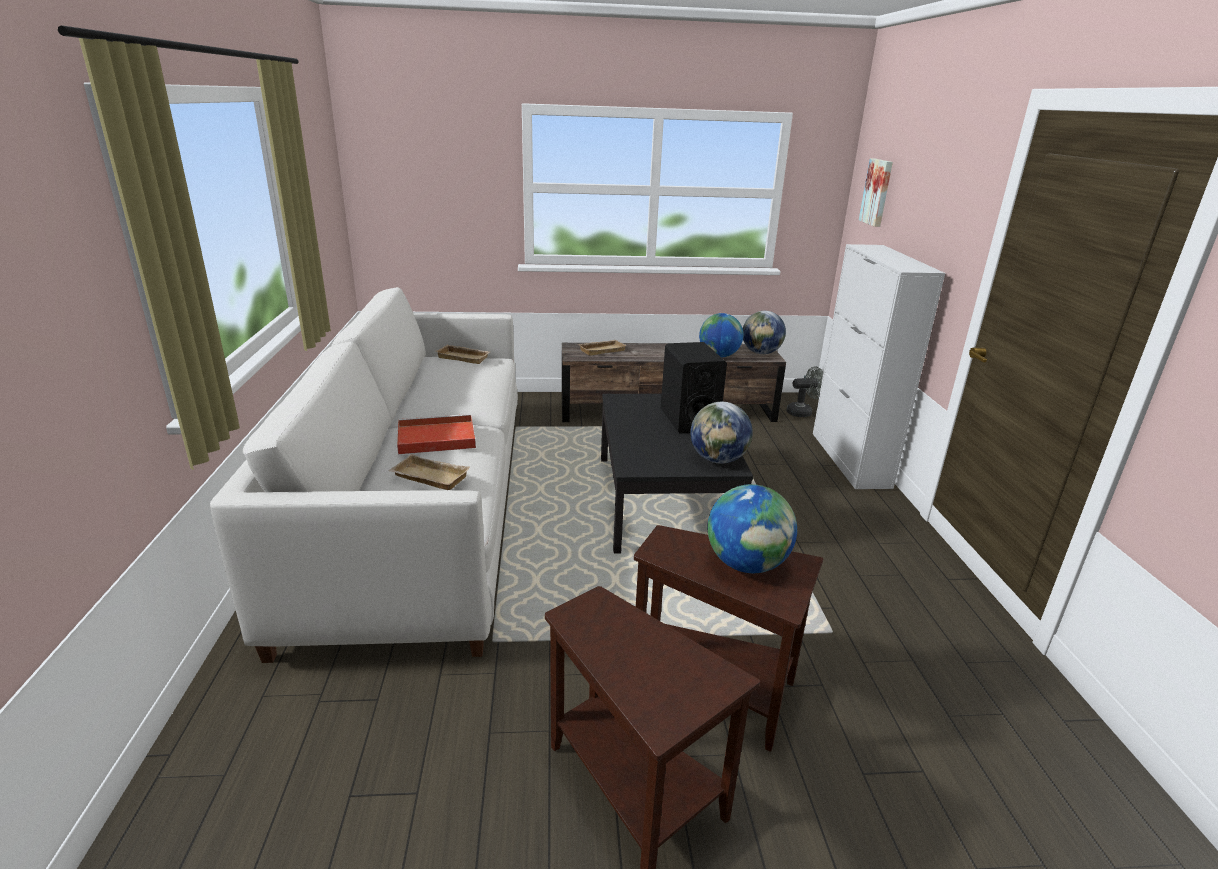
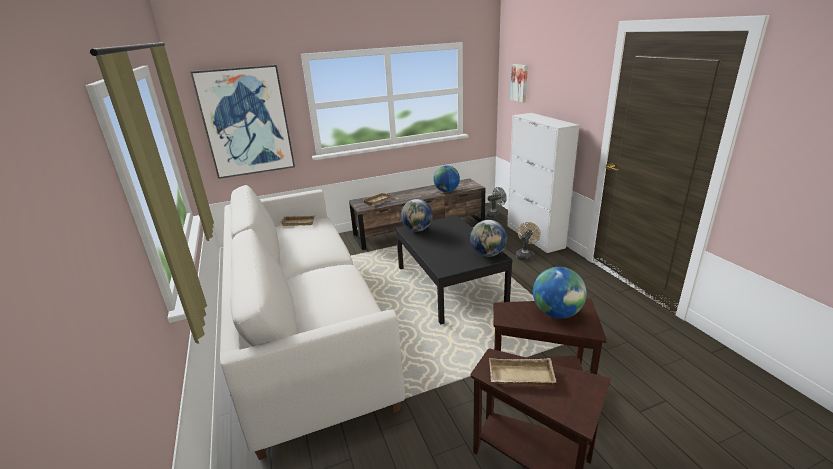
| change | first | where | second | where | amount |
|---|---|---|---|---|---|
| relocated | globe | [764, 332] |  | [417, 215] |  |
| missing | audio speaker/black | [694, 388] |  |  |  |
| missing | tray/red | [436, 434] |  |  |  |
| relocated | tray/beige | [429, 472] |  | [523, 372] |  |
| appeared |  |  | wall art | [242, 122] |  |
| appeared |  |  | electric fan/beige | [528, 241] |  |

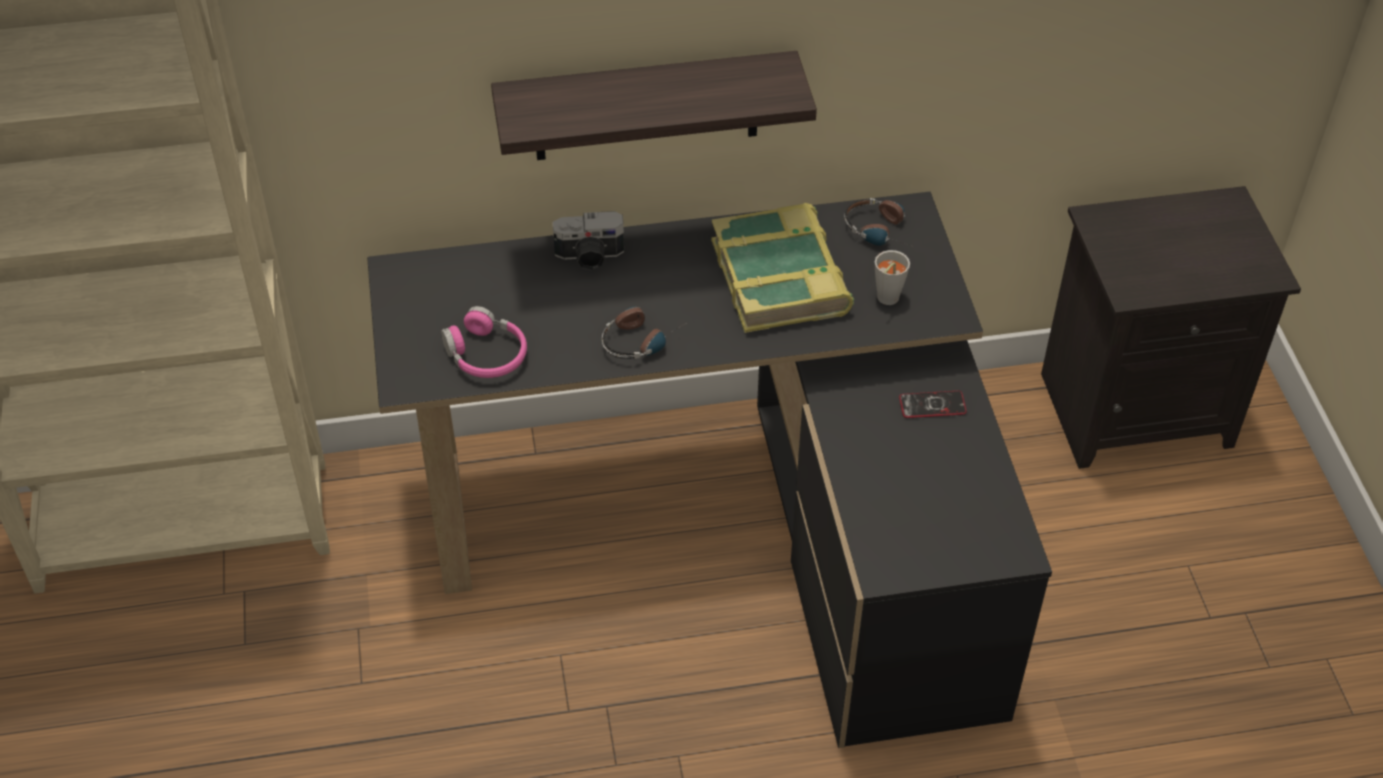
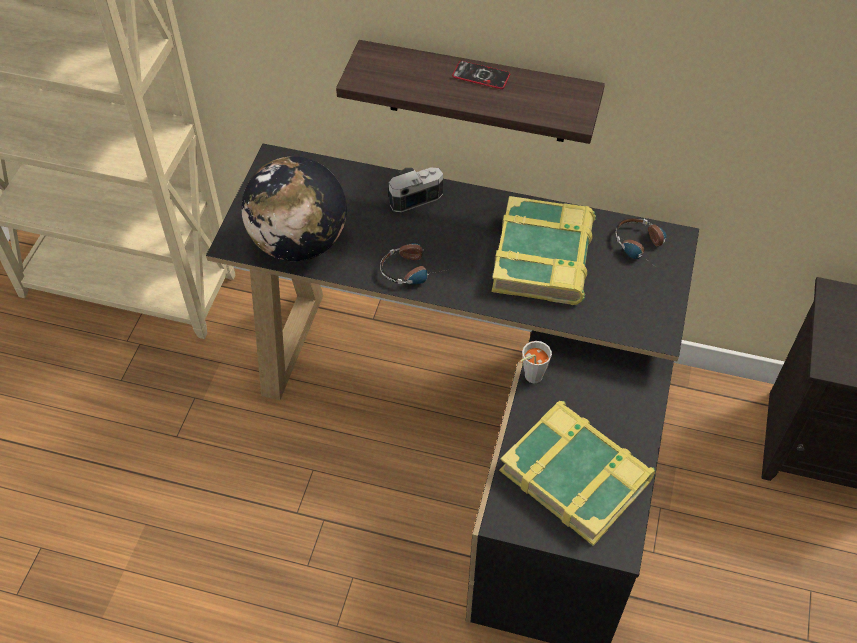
| change | first | where | second | where | amount |
|---|---|---|---|---|---|
| spun | still camera | [588, 241] |  | [416, 189] | 135 degrees clockwise |
| relocated | small cup/gray | [892, 277] |  | [536, 362] |  |
| exchanged | headphones/pink | [484, 342] | globe | [294, 208] |  |
| relocated | handset | [933, 404] |  | [481, 75] |  |
| appeared |  |  | book | [577, 473] |  |

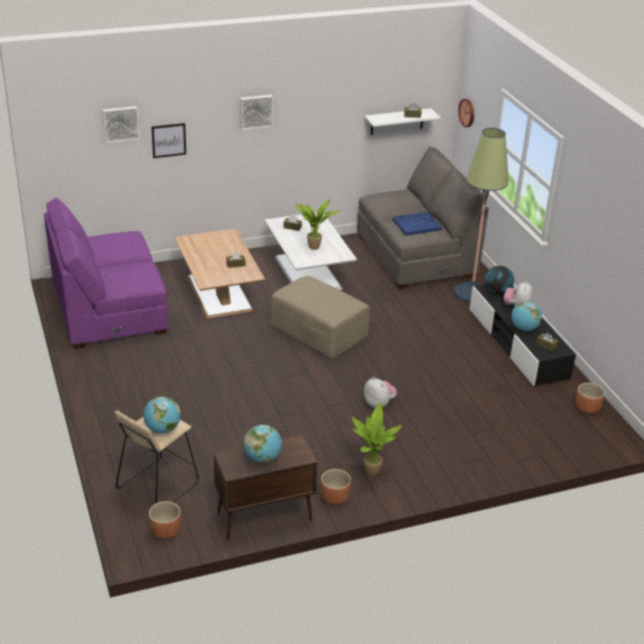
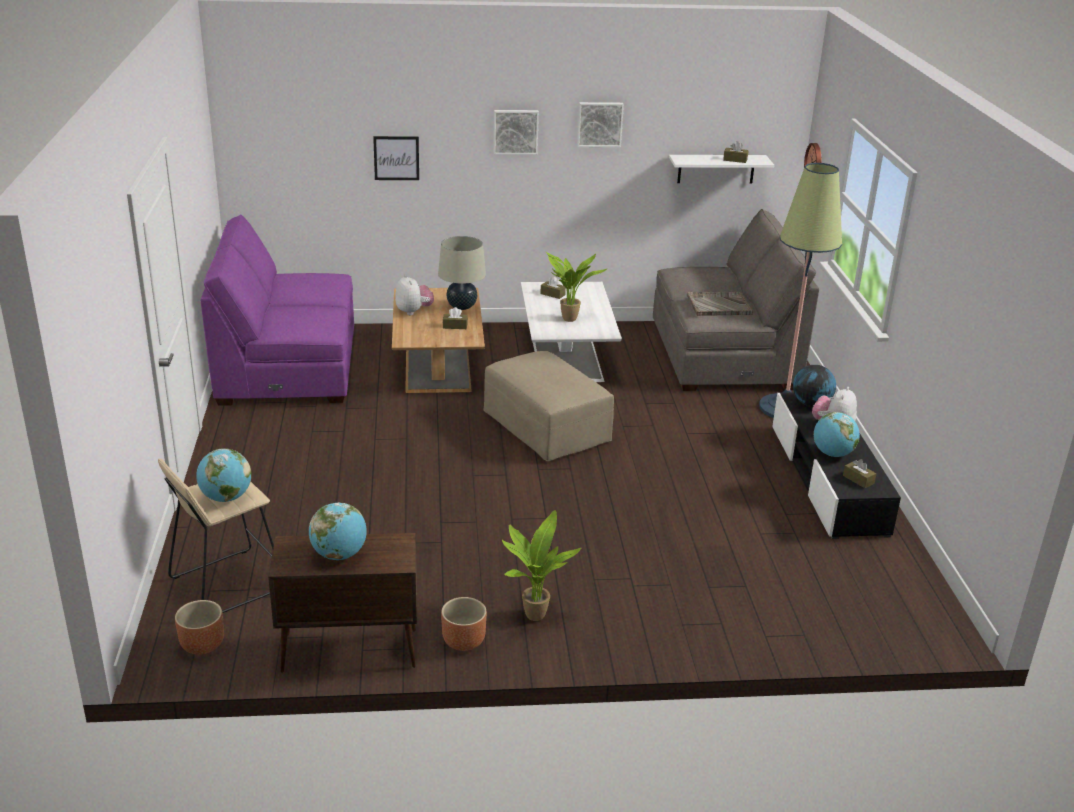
| change | first | where | second | where | amount |
|---|---|---|---|---|---|
| relocated | wall art | [121, 124] |  | [600, 124] |  |
| colour | tray/bluish | [417, 224] | tray/gray | [720, 304] |  |
| relocated | plush toy | [380, 392] |  | [414, 294] |  |
| missing | planter/brownish | [590, 398] |  |  |  |
| appeared |  |  | lamp for a table/beige | [462, 273] |  |

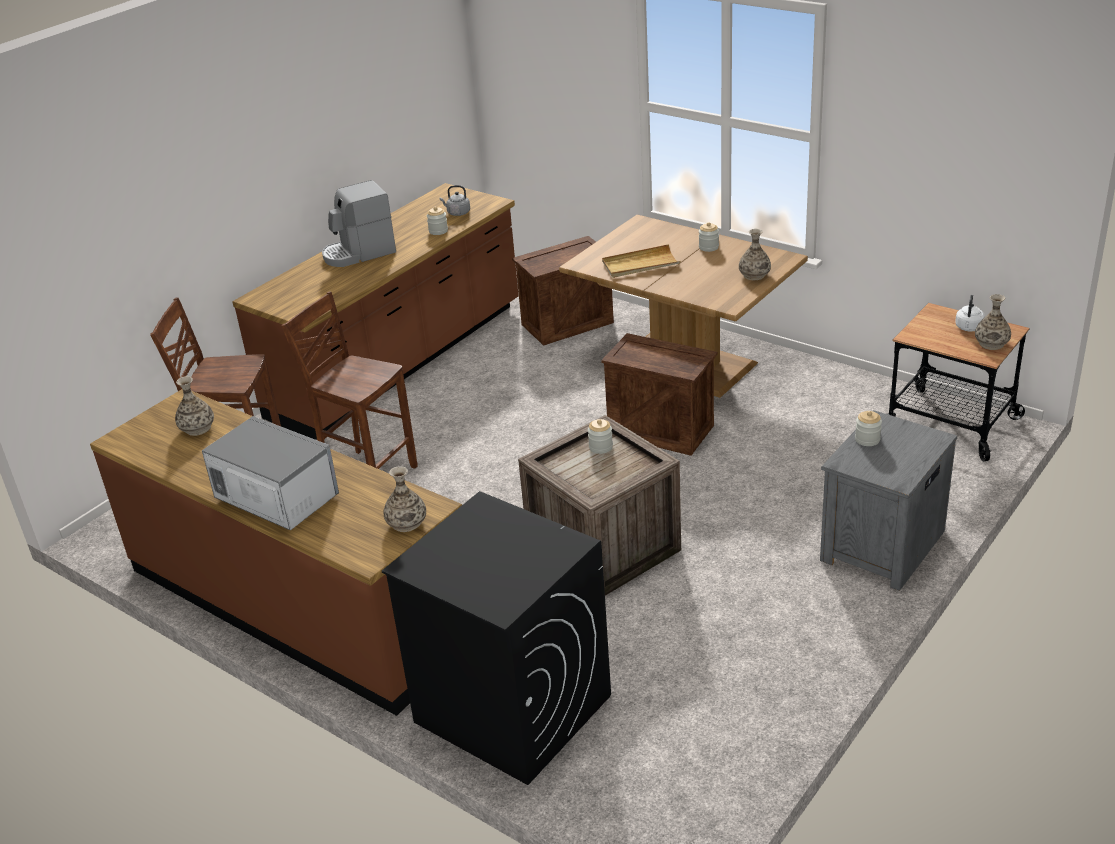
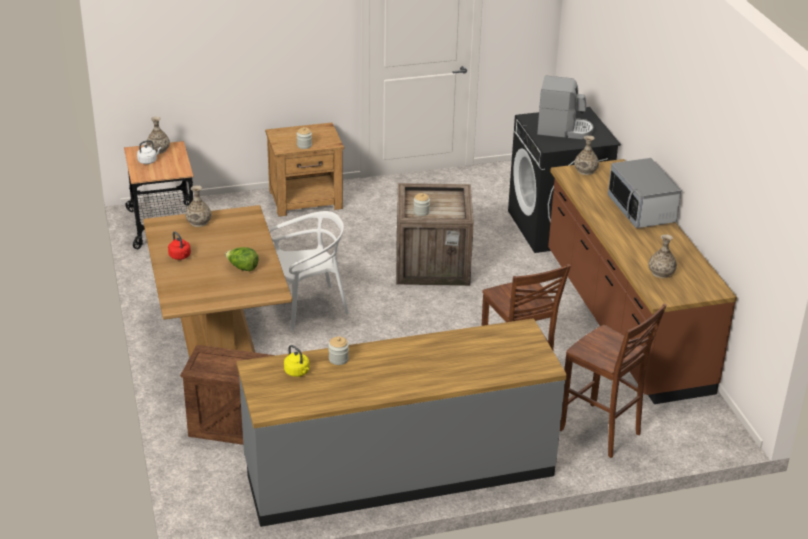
| change | first | where | second | where | amount |
|---|---|---|---|---|---|
| relocated | coffee maker | [359, 223] |  | [565, 107] |  |
| colour | kitchen base unit/brownish | [375, 311] | kitchen base unit/gray | [402, 422] |  |
| colour | water kettle/gray | [455, 200] | water kettle/yellow-coloured | [296, 361] |  |
| exchanged | jar | [709, 237] | water kettle/red | [179, 245] |  |
| exchanged | tray/beige | [641, 261] | lettuce | [242, 259] |  |
| exchanged | shipping crate | [659, 394] | upright chair/white | [309, 271] |  |
| colour | night table/gray | [888, 500] | night table/brownish | [304, 170] |  |

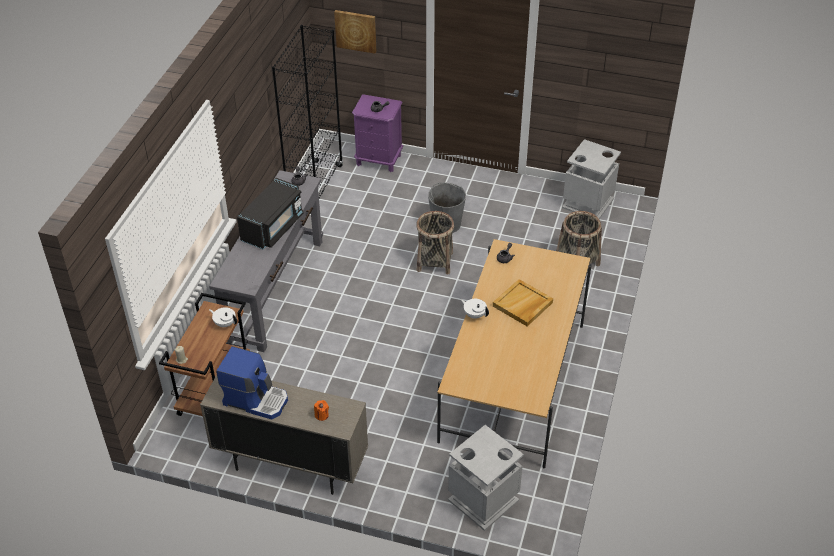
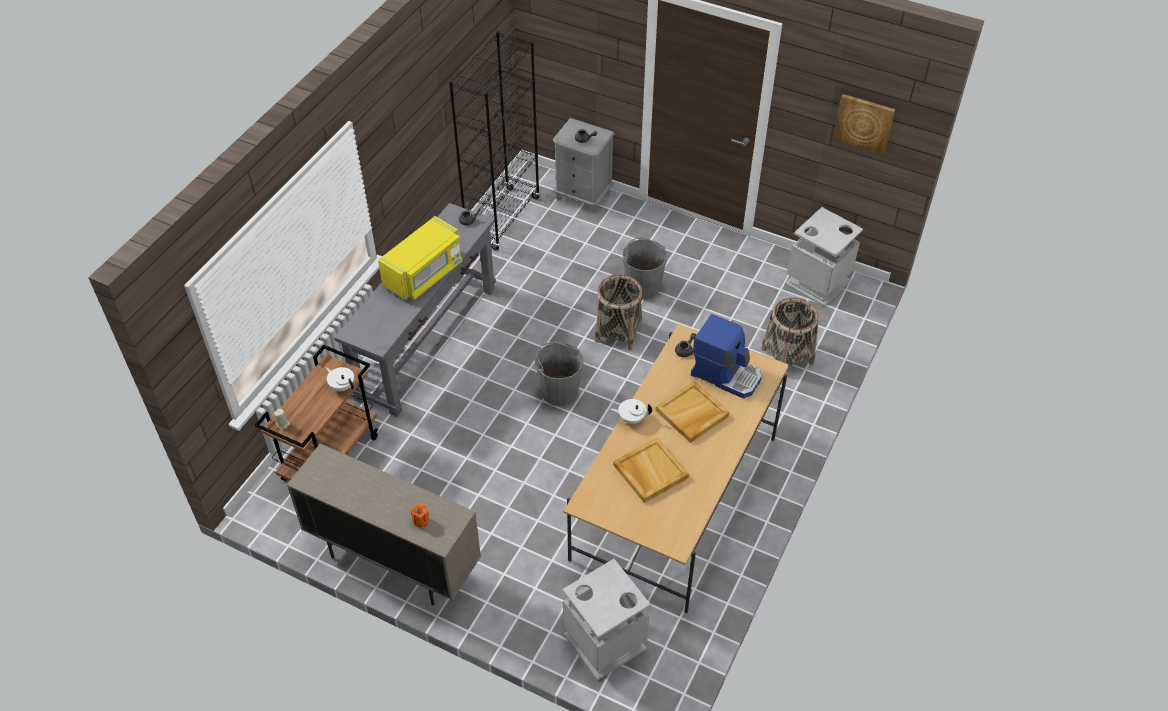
| change | first | where | second | where | amount |
|---|---|---|---|---|---|
| relocated | wall art | [355, 32] |  | [864, 124] |  |
| colour | night table/purple | [377, 133] | night table/gray | [584, 165] |  |
| colour | microwave oven/black | [270, 213] | microwave oven/yellow-coloured | [420, 258] |  |
| spun | teapot/white | [474, 308] |  | [631, 411] | 45 degrees counterclockwise |
| relocated | coffee maker | [252, 382] |  | [726, 356] |  |
| appeared |  |  | water bucket/gray | [559, 374] |  |
| appeared |  |  | tray/beige | [651, 470] |  |

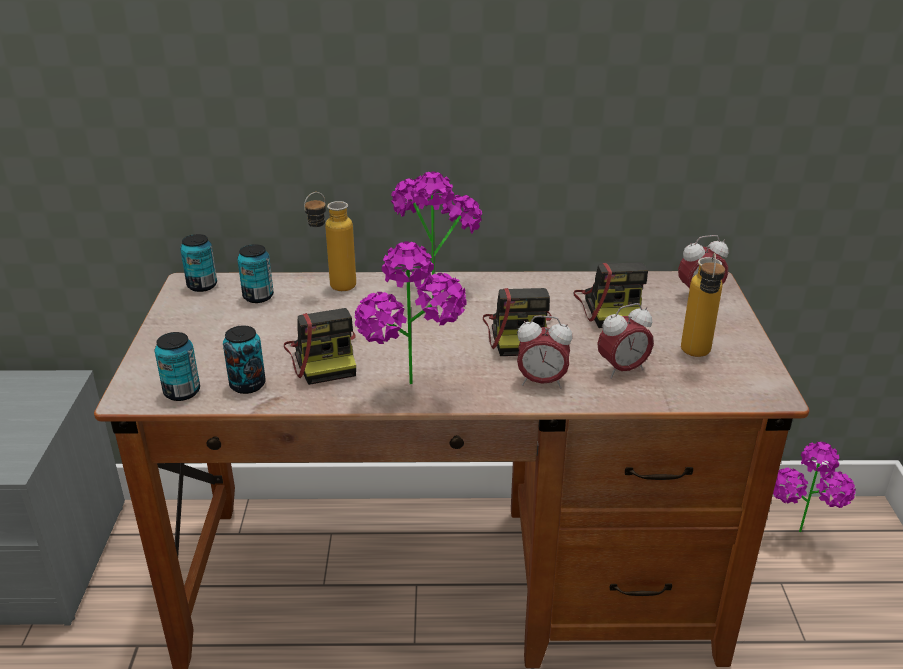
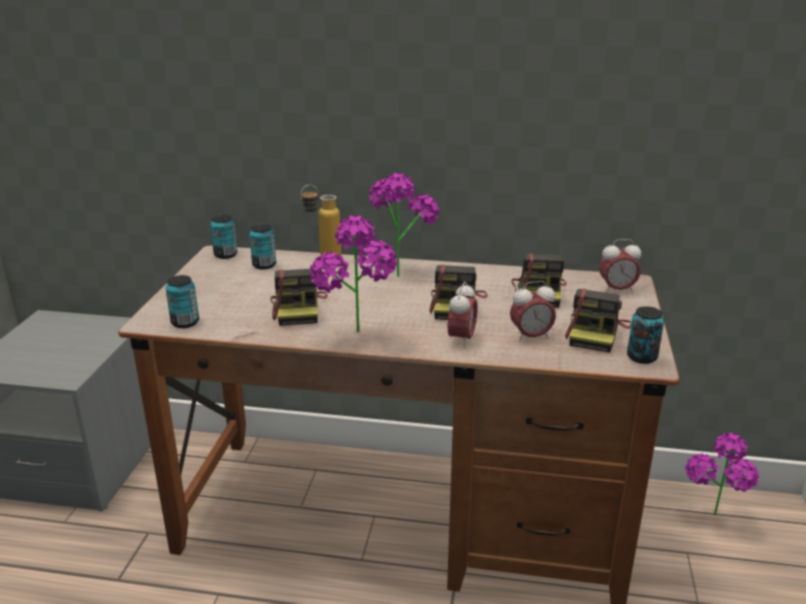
| change | first | where | second | where | amount |
|---|---|---|---|---|---|
| exchanged | drink bottle | [703, 305] | still camera | [598, 321] |  |
| spun | bedside clock | [545, 352] |  | [463, 314] | 90 degrees counterclockwise |
| relocated | metal can | [244, 360] |  | [645, 335] |  |

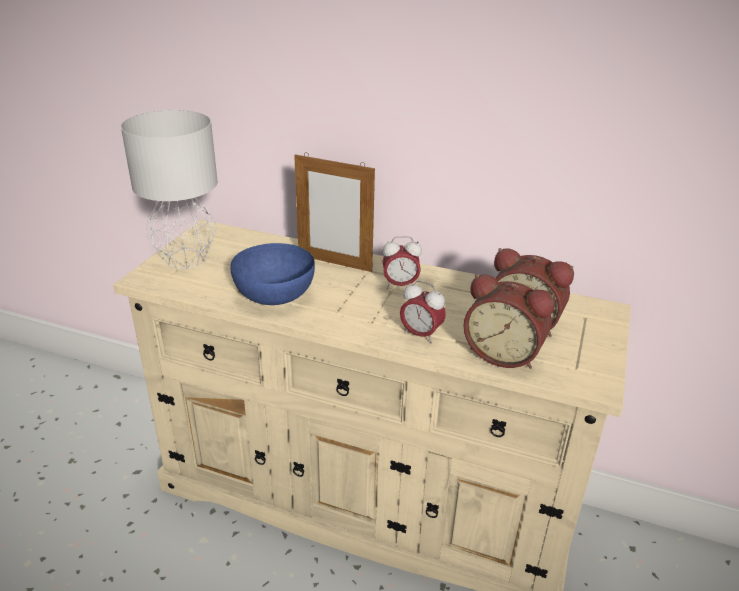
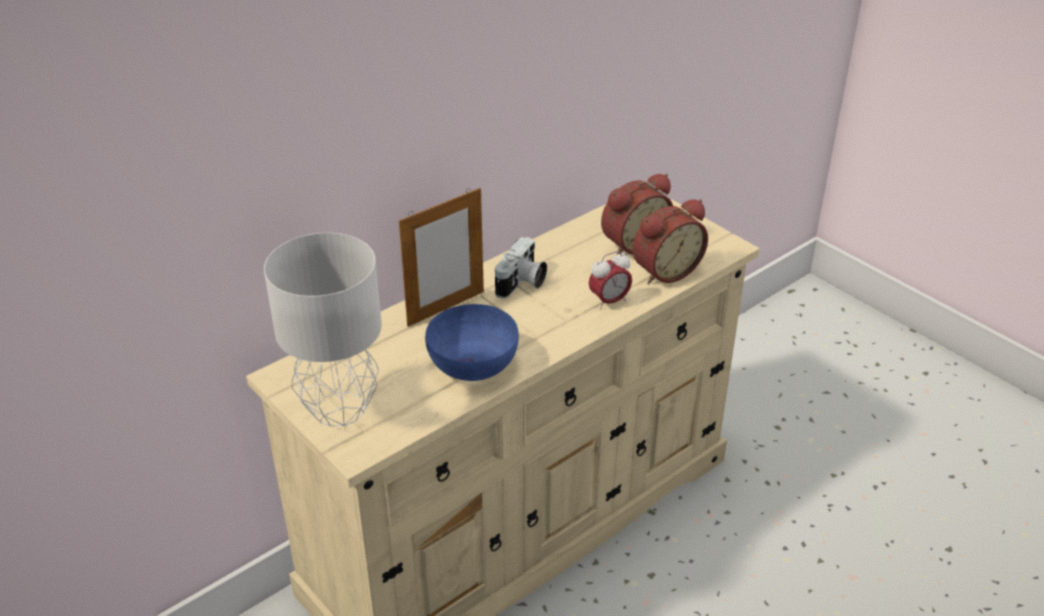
| change | first | where | second | where | amount |
|---|---|---|---|---|---|
| exchanged | bedside clock | [402, 262] | still camera | [521, 267] |  |

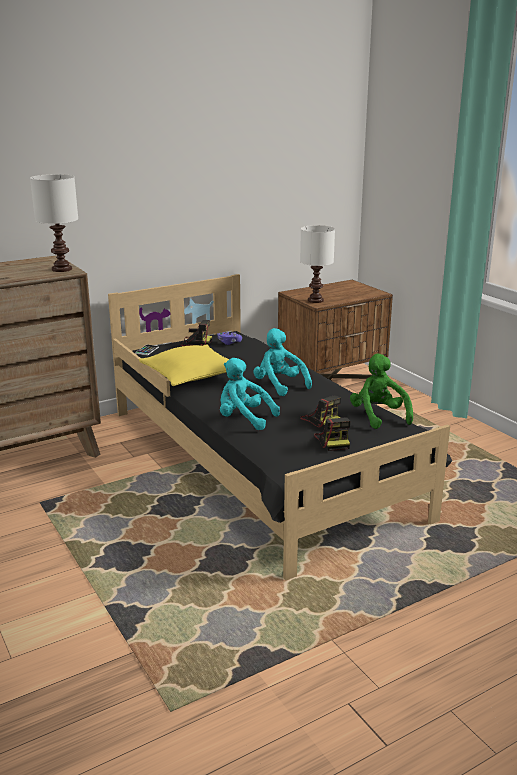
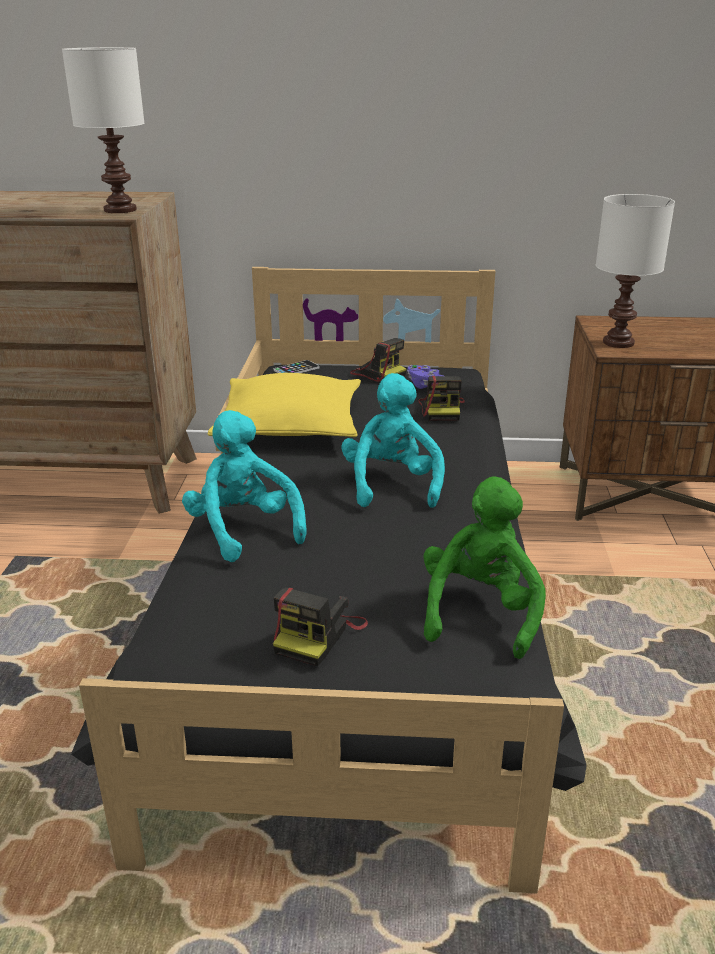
| change | first | where | second | where | amount |
|---|---|---|---|---|---|
| relocated | still camera | [320, 412] |  | [442, 398] |  |

